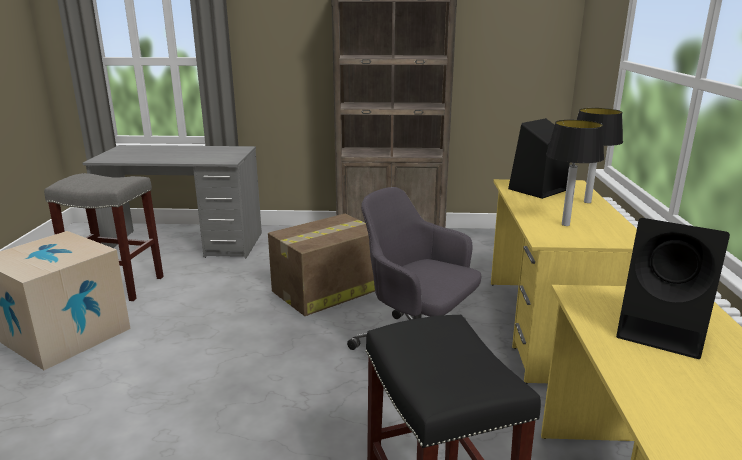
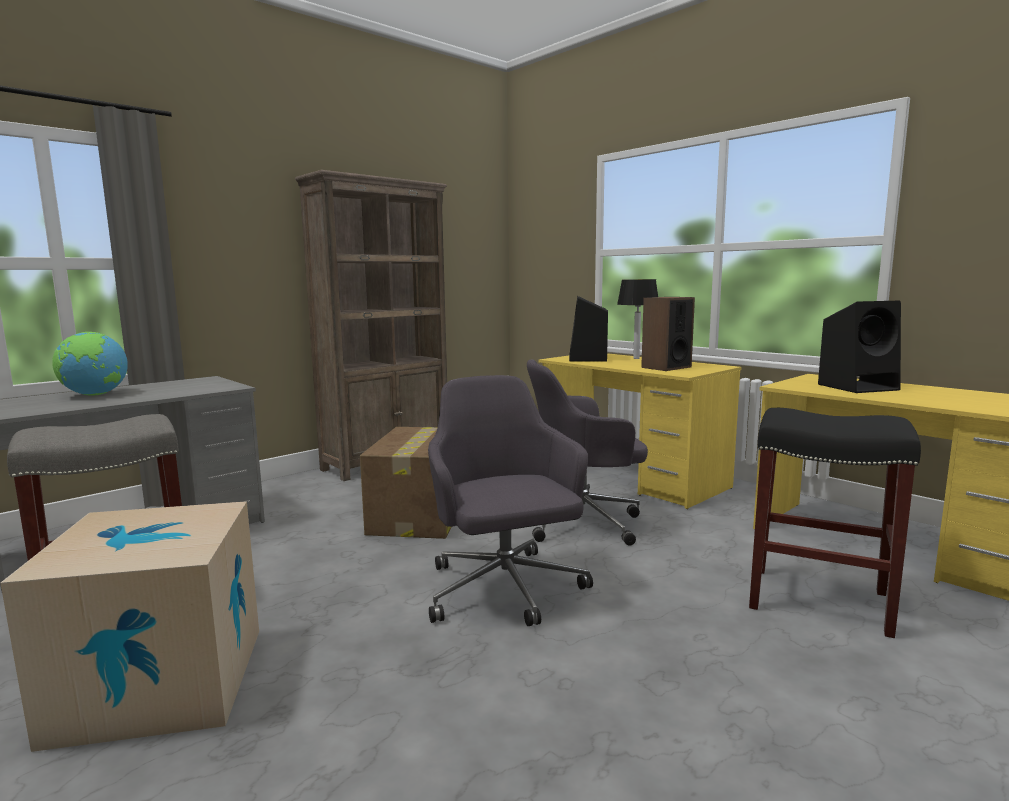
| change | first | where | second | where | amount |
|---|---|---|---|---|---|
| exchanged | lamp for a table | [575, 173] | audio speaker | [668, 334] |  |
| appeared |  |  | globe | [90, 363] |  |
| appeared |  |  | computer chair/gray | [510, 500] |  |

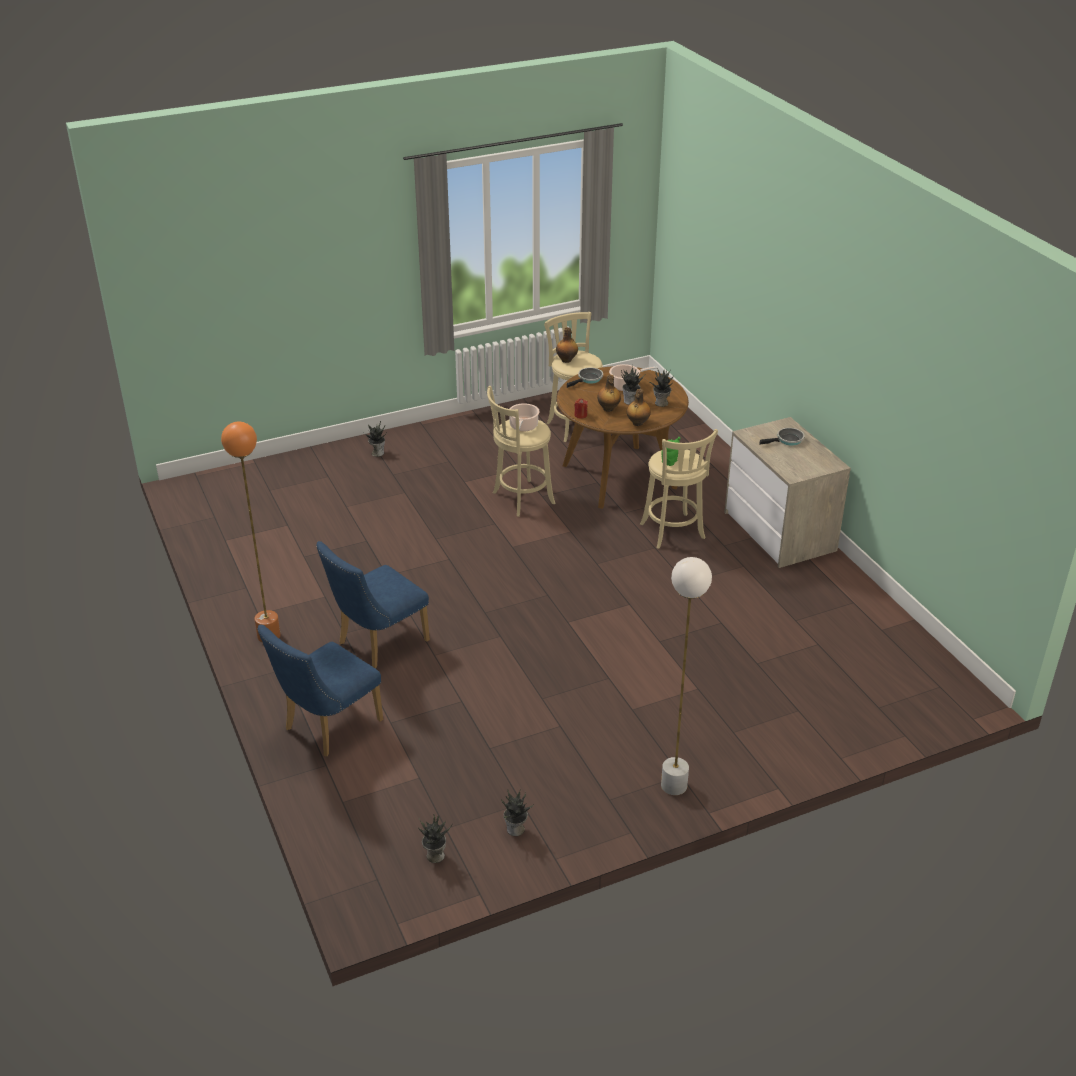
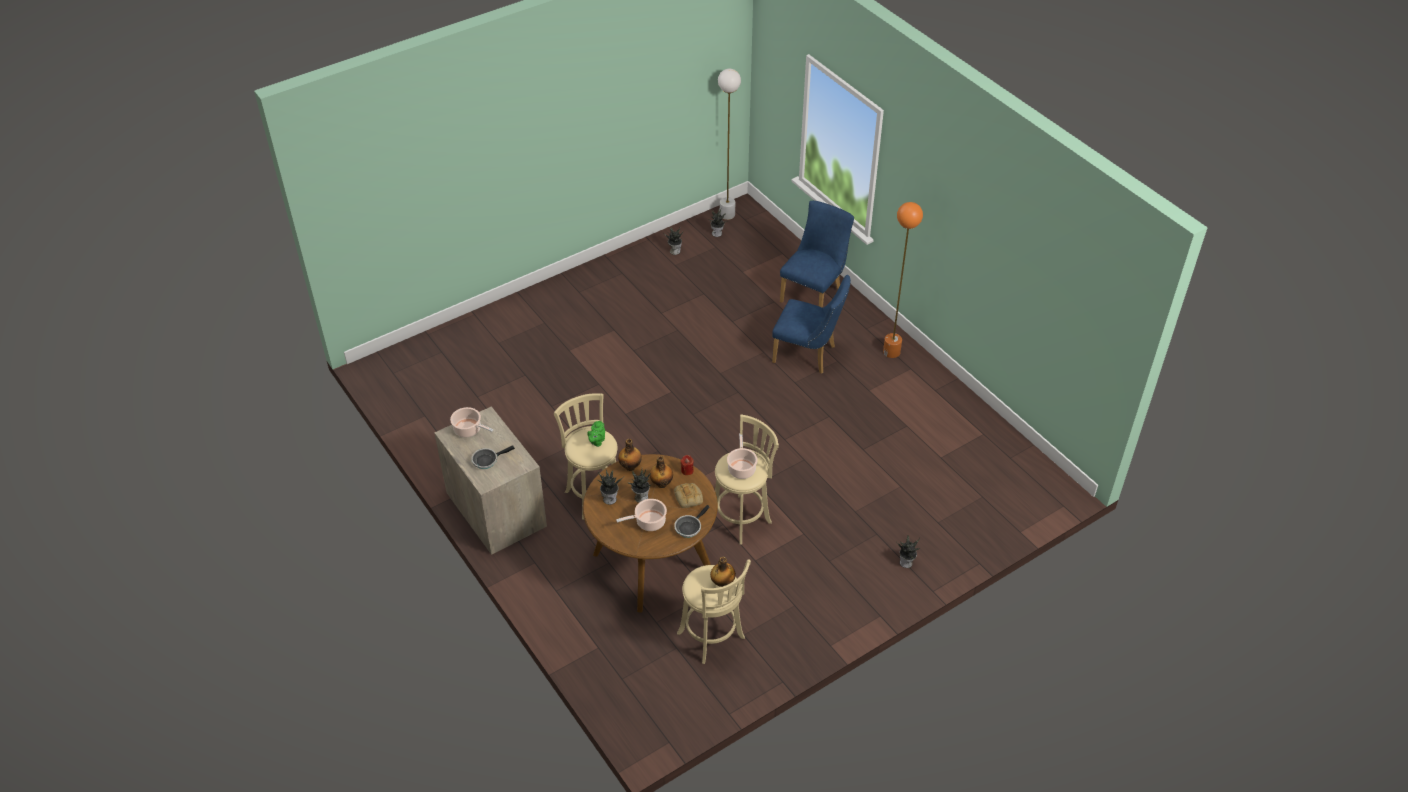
| change | first | where | second | where | amount |
|---|---|---|---|---|---|
| spun | upright chair/bluish | [373, 605] |  | [811, 324] | 75 degrees clockwise |
| relocated | floor lamp/white | [686, 676] |  | [729, 144] |  |
| appeared |  |  | cooking pot | [471, 422] |  |
| appeared |  |  | baked bread | [688, 495] |  |

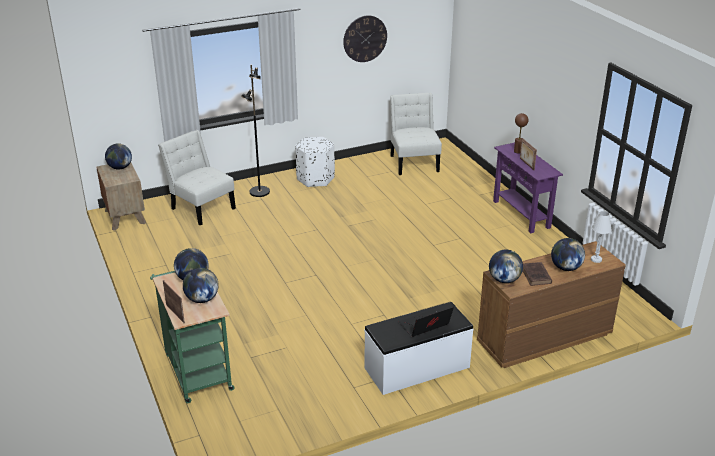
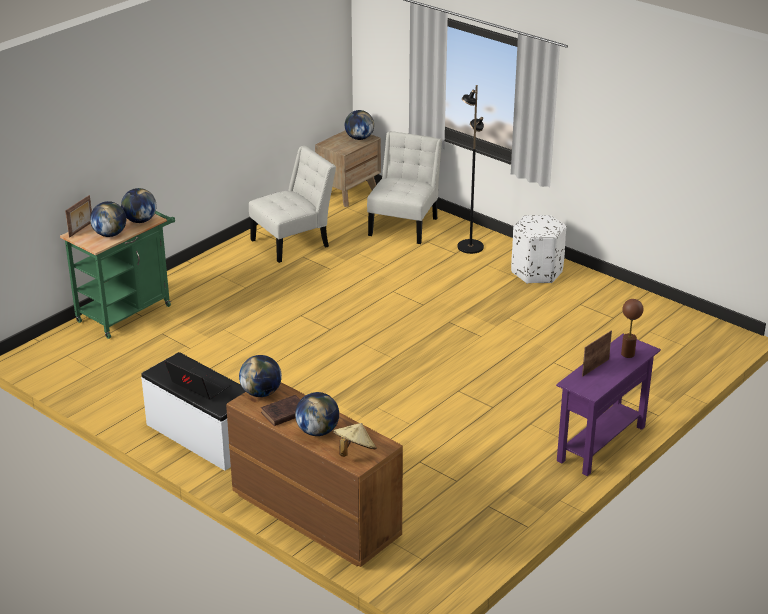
| change | first | where | second | where | amount |
|---|---|---|---|---|---|
| missing | wall clock | [365, 38] |  |  |  |
| relocated | upright chair/white | [416, 134] |  | [292, 204] |  |
| exchanged | lamp for a table/white | [601, 237] | wearable hat/beige | [355, 440] |  |

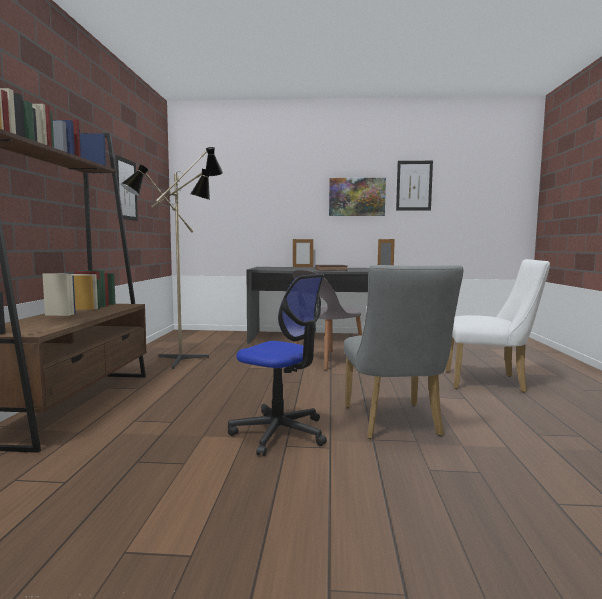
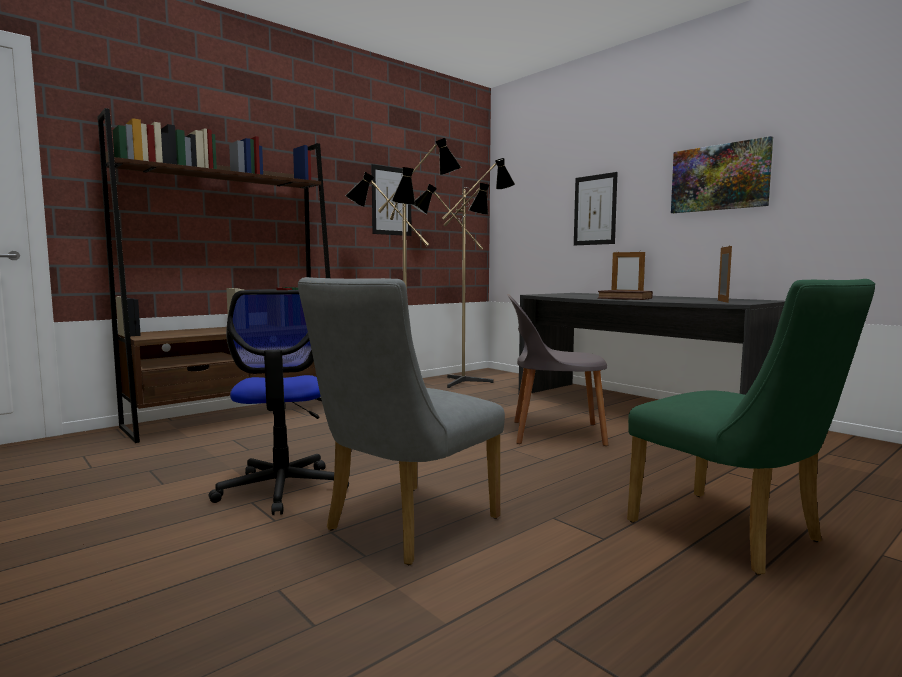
| change | first | where | second | where | amount |
|---|---|---|---|---|---|
| relocated | wall art | [414, 186] |  | [596, 208] |  |
| colour | upright chair/white | [498, 326] | upright chair/green | [751, 427] |  |
| appeared |  |  | floor lamp | [463, 273] |  |

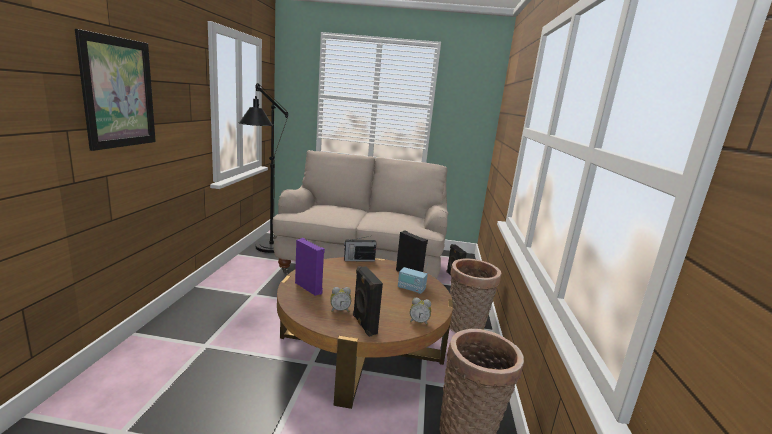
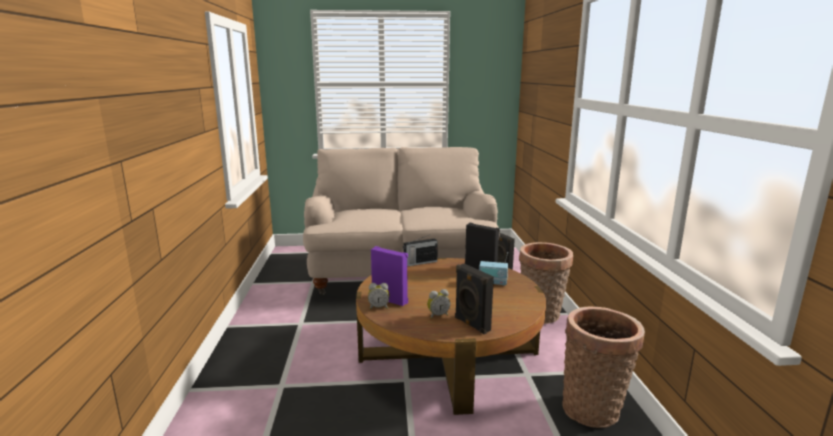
| change | first | where | second | where | amount |
|---|---|---|---|---|---|
| missing | wall art | [115, 90] |  |  |  |
| missing | floor lamp/black | [263, 168] |  |  |  |
| relocated | bedside clock | [420, 311] |  | [379, 296] |  |

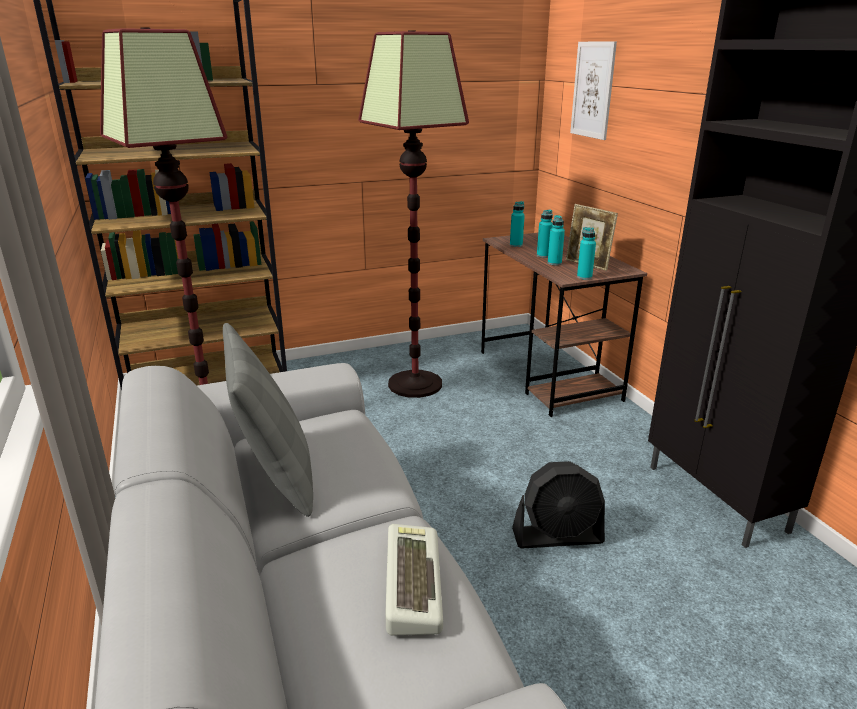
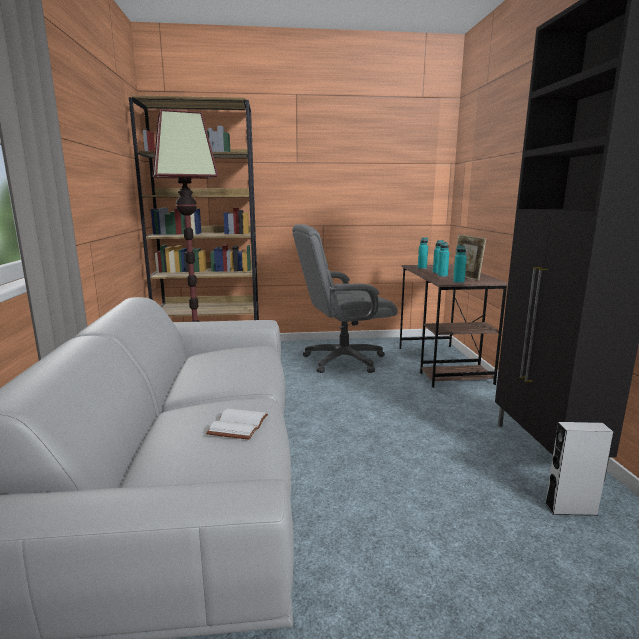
| change | first | where | second | where | amount |
|---|---|---|---|---|---|
| exchanged | floor lamp | [413, 214] | computer chair/gray | [344, 298] |  |
| missing | wall art | [593, 90] |  |  |  |
| missing | pillow/gray | [268, 420] |  |  |  |
| missing | electric fan/black | [558, 504] |  |  |  |
| exchanged | keyboard | [414, 580] | book/white | [237, 424] |  |
| appeared |  |  | audio speaker/gray | [579, 469] |  |

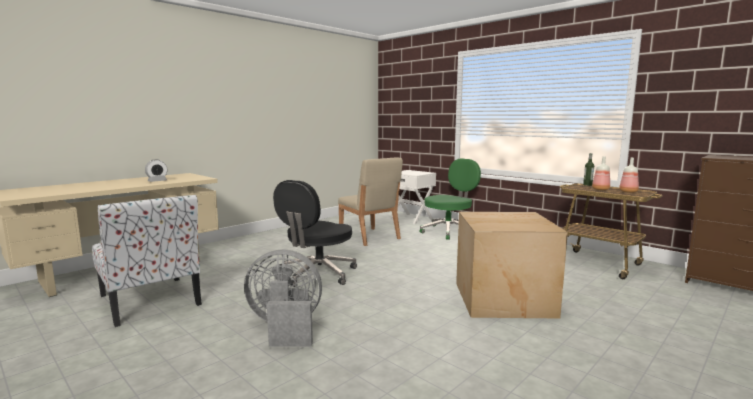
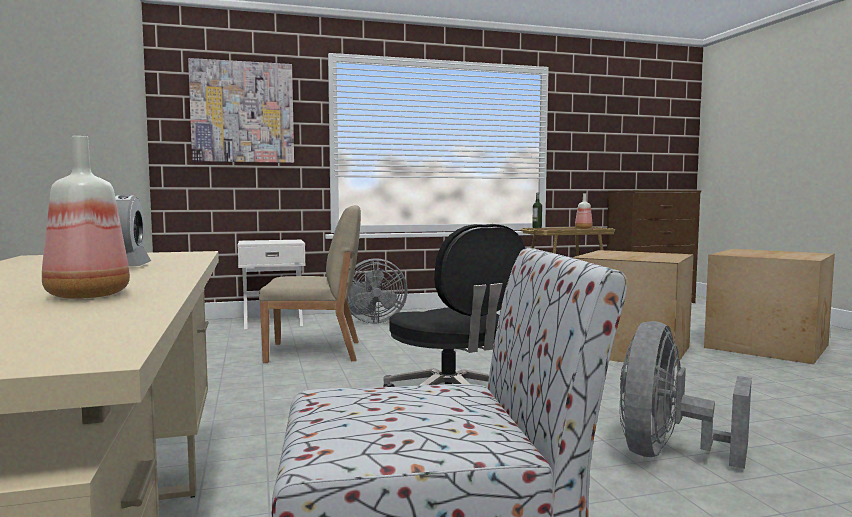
| change | first | where | second | where | amount |
|---|---|---|---|---|---|
| relocated | drink bottle | [601, 173] |  | [86, 217] |  |
| exchanged | computer chair/green | [450, 199] | electric fan/gray | [377, 290] |  |
| appeared |  |  | wall art | [241, 110] |  |
| appeared |  |  | carton | [769, 306] |  |

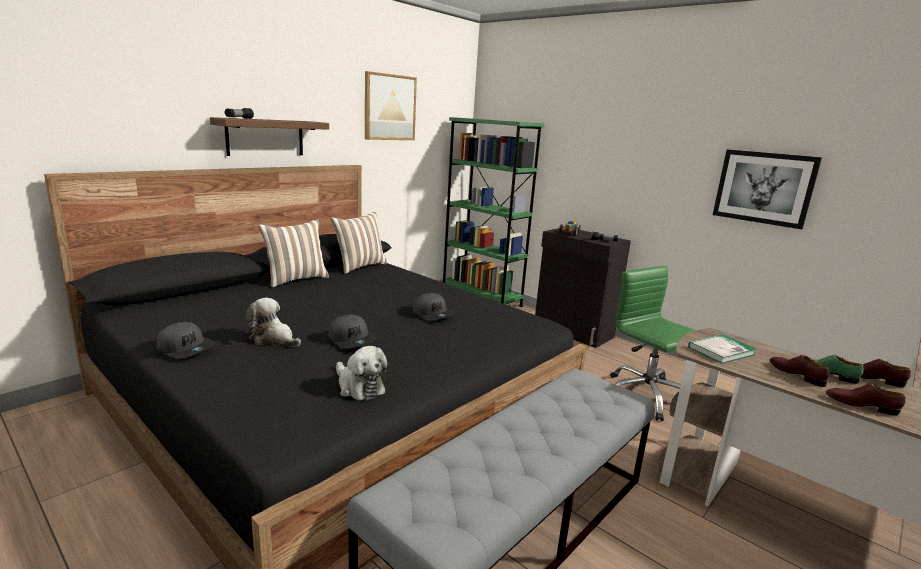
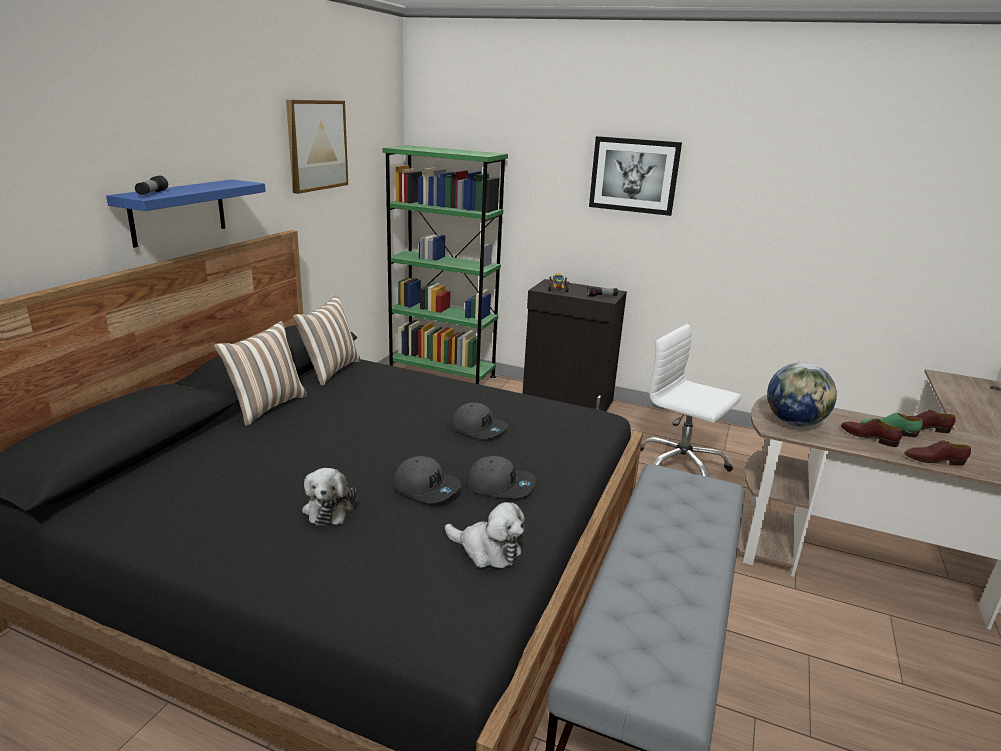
| change | first | where | second | where | amount |
|---|---|---|---|---|---|
| colour | shelf/brownish | [269, 136] | shelf/bluish | [186, 213] |  |
| relocated | wall art | [767, 189] |  | [635, 176] |  |
| colour | computer chair/green | [653, 343] | computer chair/white | [690, 400] |  |
| spun | plush toy | [273, 322] |  | [329, 497] | 105 degrees counterclockwise |
| relocated | baseball cap/gray | [186, 340] |  | [501, 477] |  |
| exchanged | book | [722, 349] | globe | [802, 394] |  |

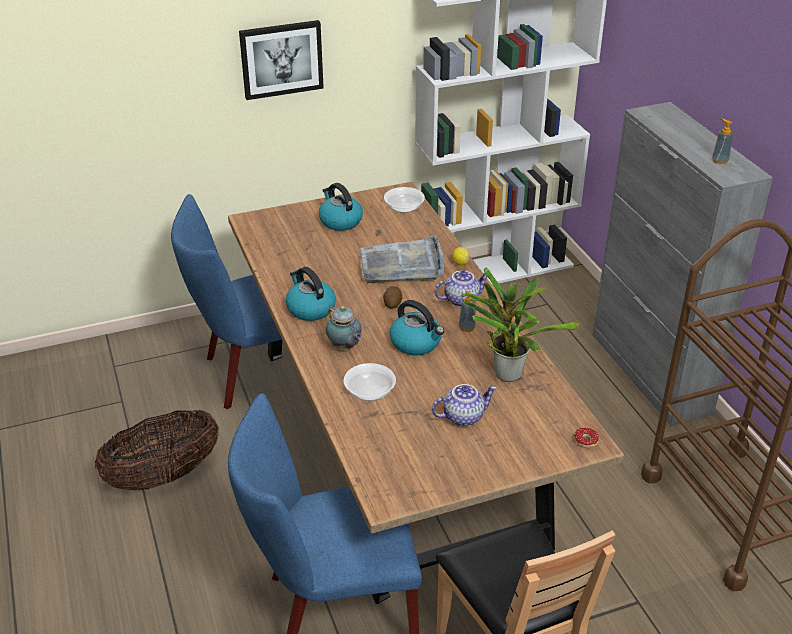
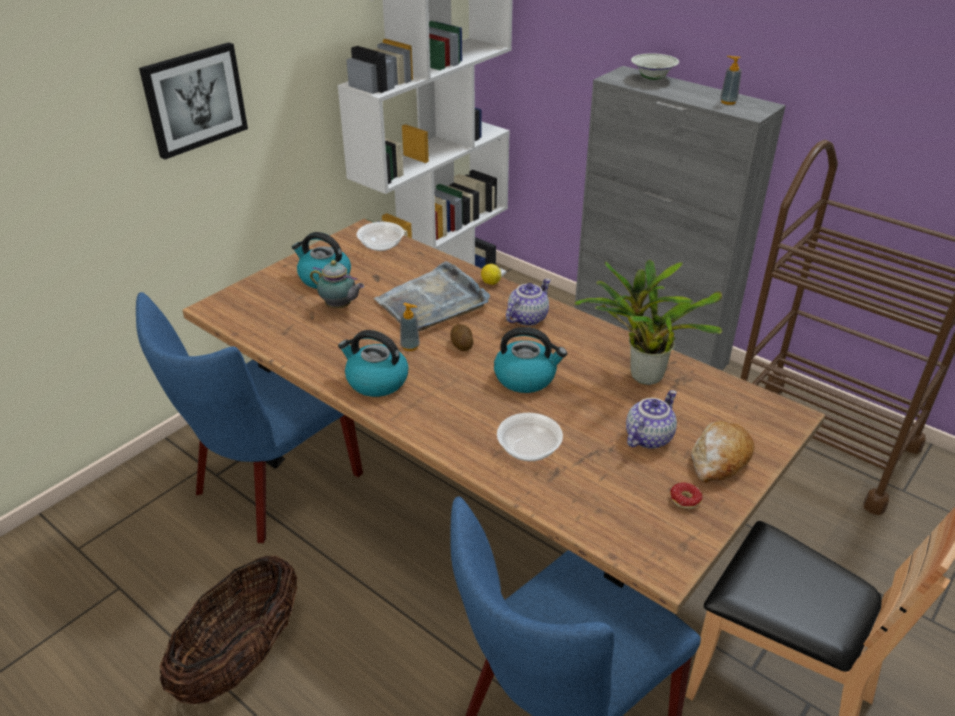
| change | first | where | second | where | amount |
|---|---|---|---|---|---|
| relocated | liquid soap bottle | [467, 311] |  | [410, 327] |  |
| relocated | teapot | [344, 327] |  | [337, 284] |  |
| relocated | donut | [586, 438] |  | [686, 495] |  |
| appeared |  |  | serving bowl/white | [655, 66] |  |
| appeared |  |  | baked bread | [722, 451] |  |

